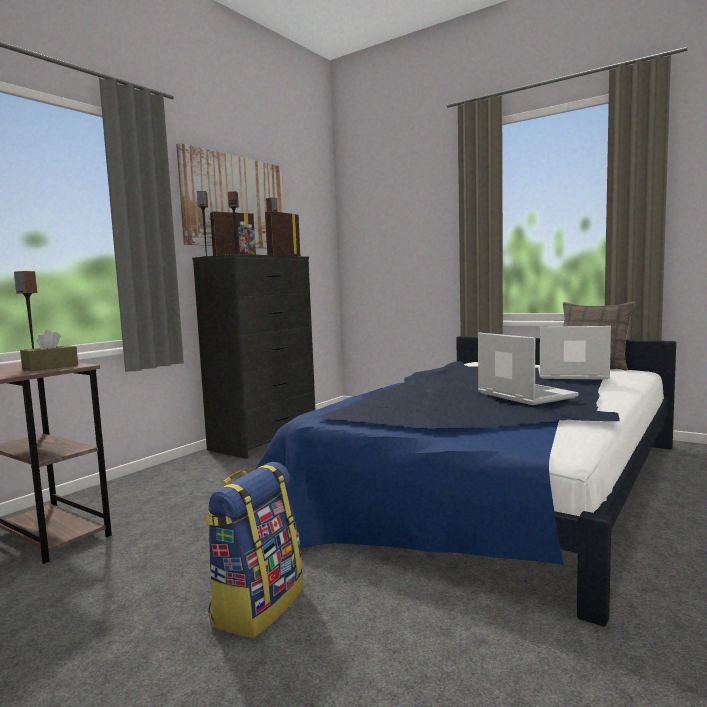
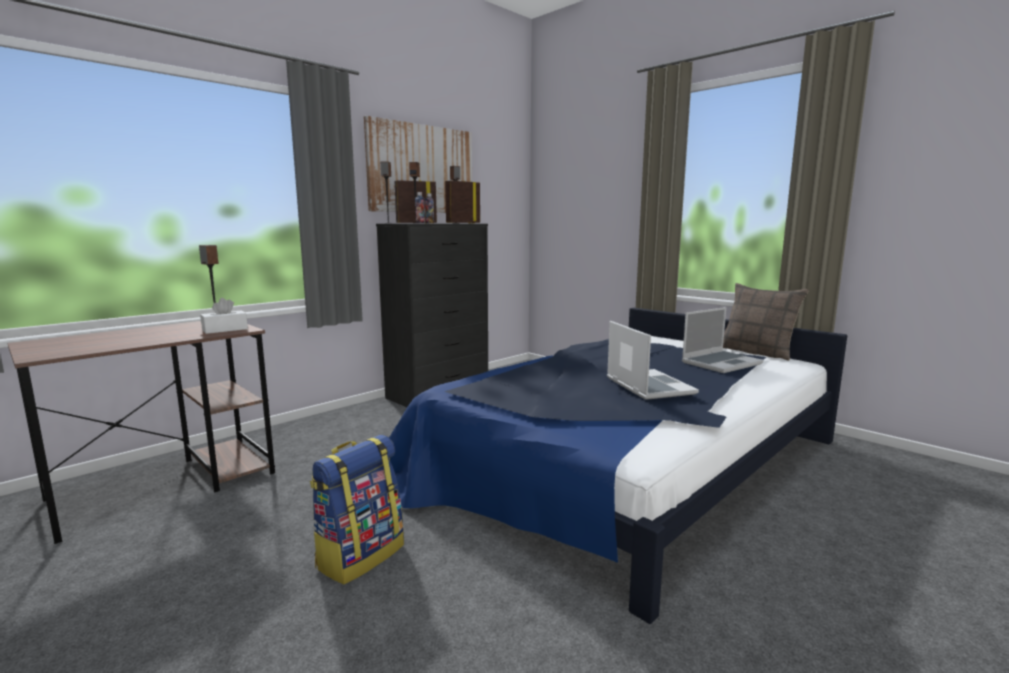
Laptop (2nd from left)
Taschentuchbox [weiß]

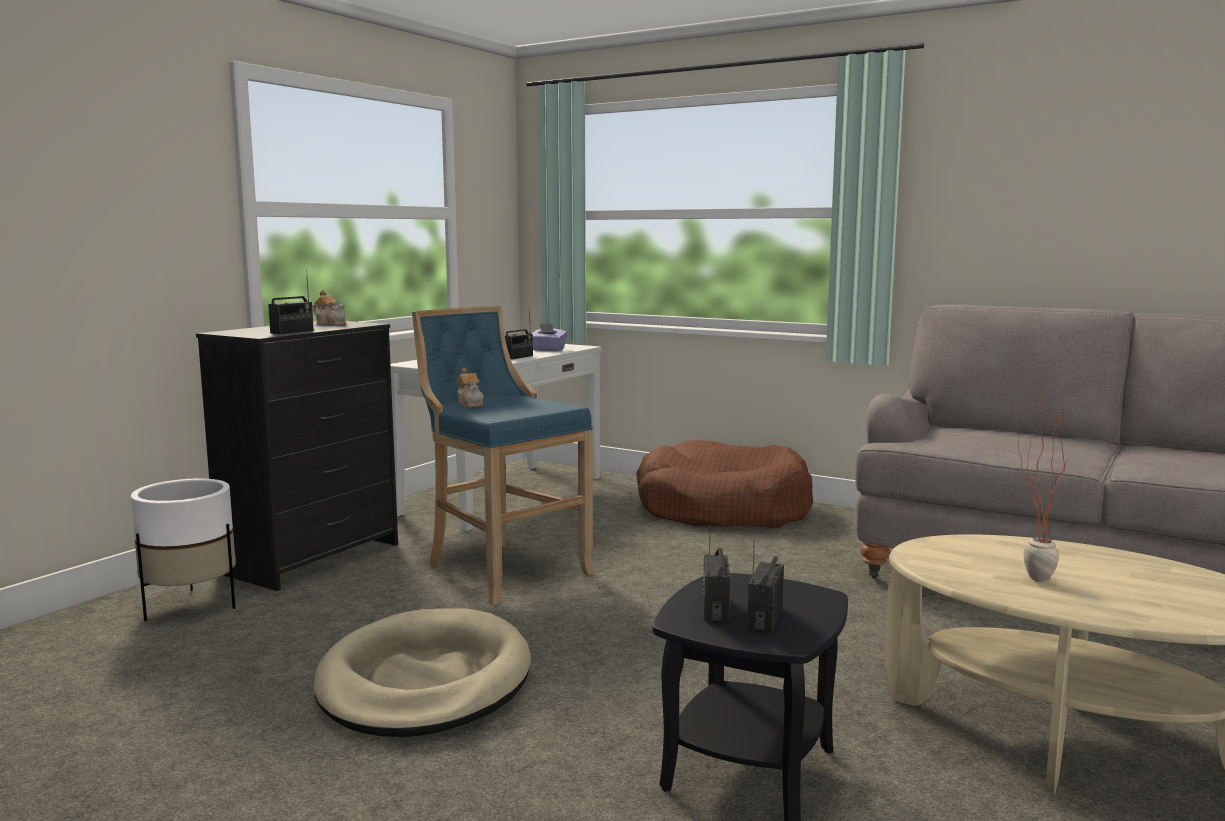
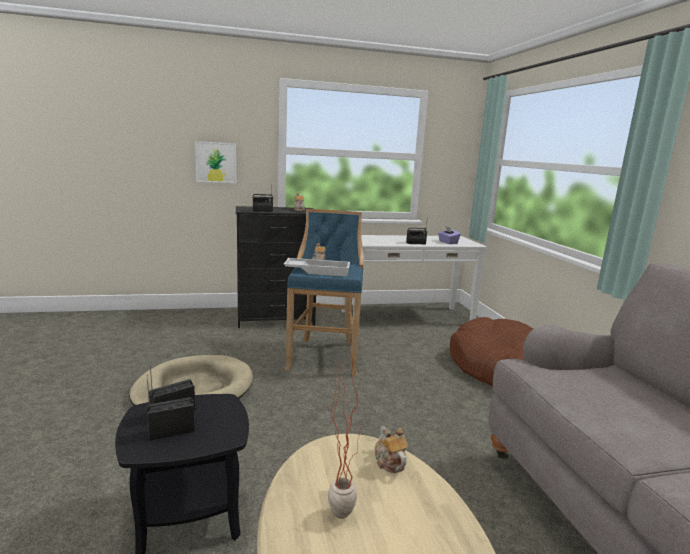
Pflanzkübel [weiß]
Bild
Tablett [weiß]
Teekanne (3rd from left)

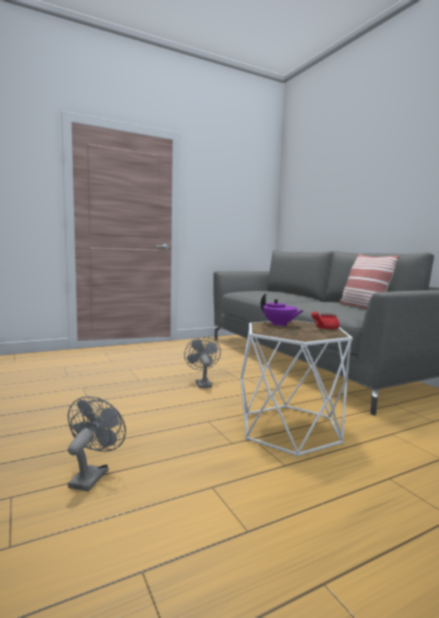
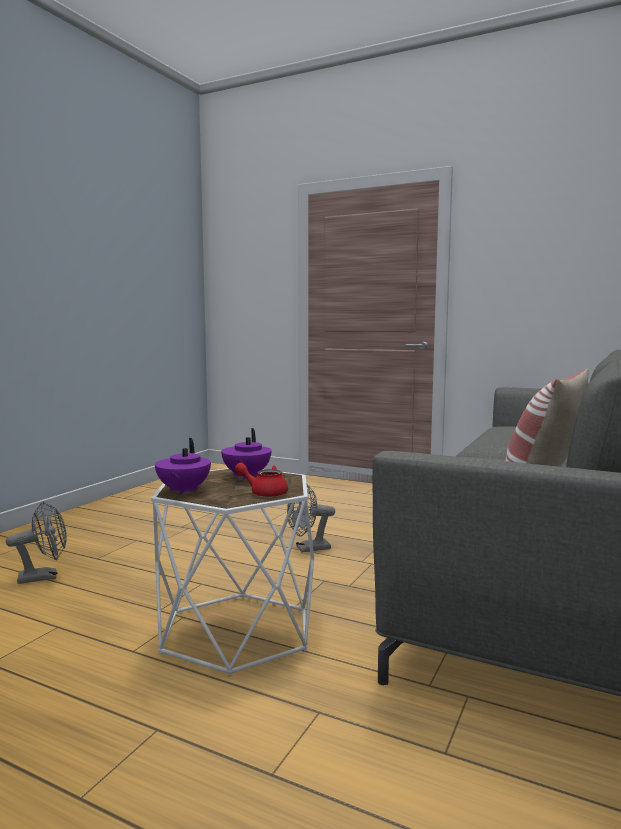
Ventilator [grau] (2nd from left)
Teekanne [lila] (1st from left)

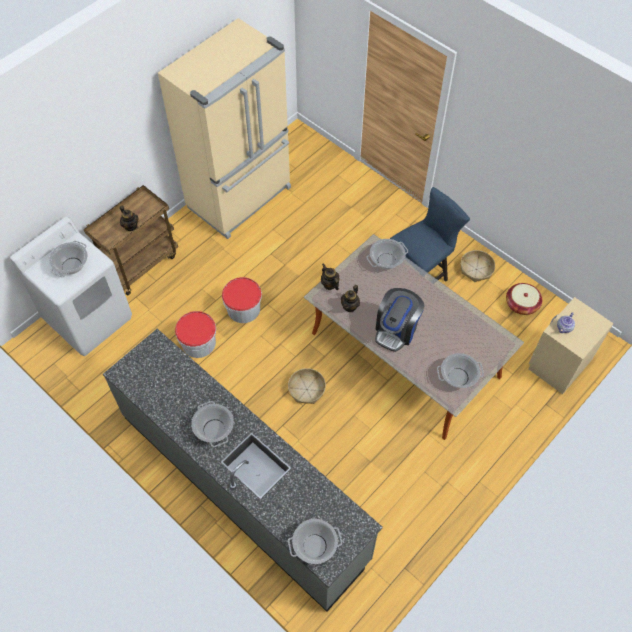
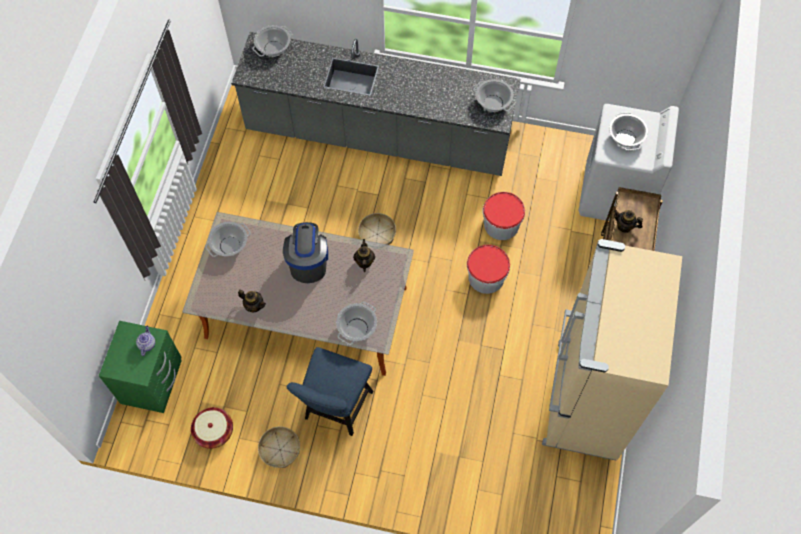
Teekanne (2nd from left)
Nachttisch [grün]
Kochtopf (4th from left)

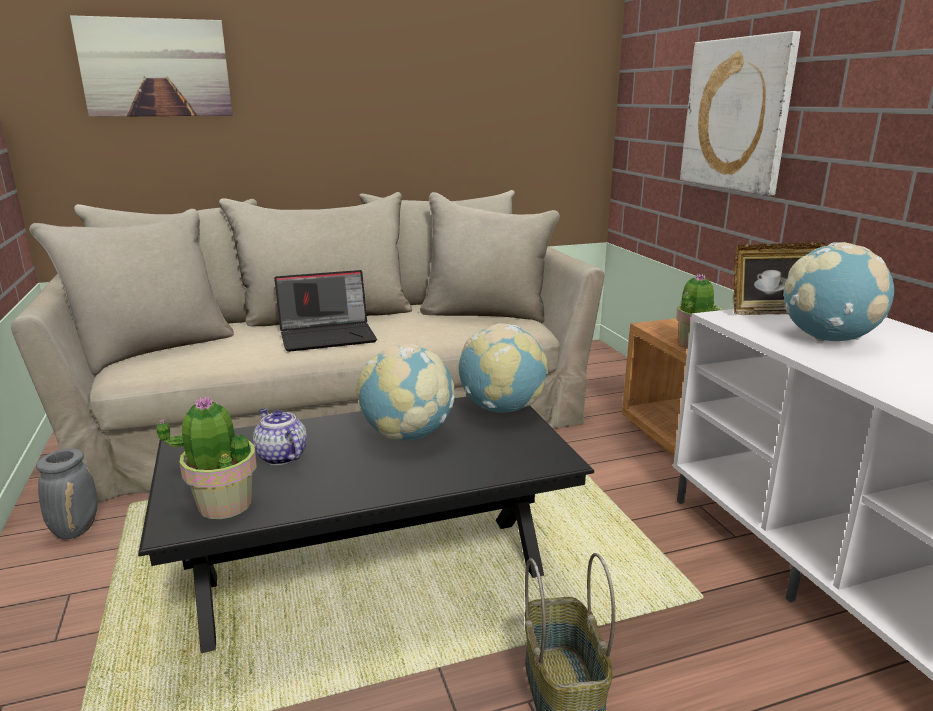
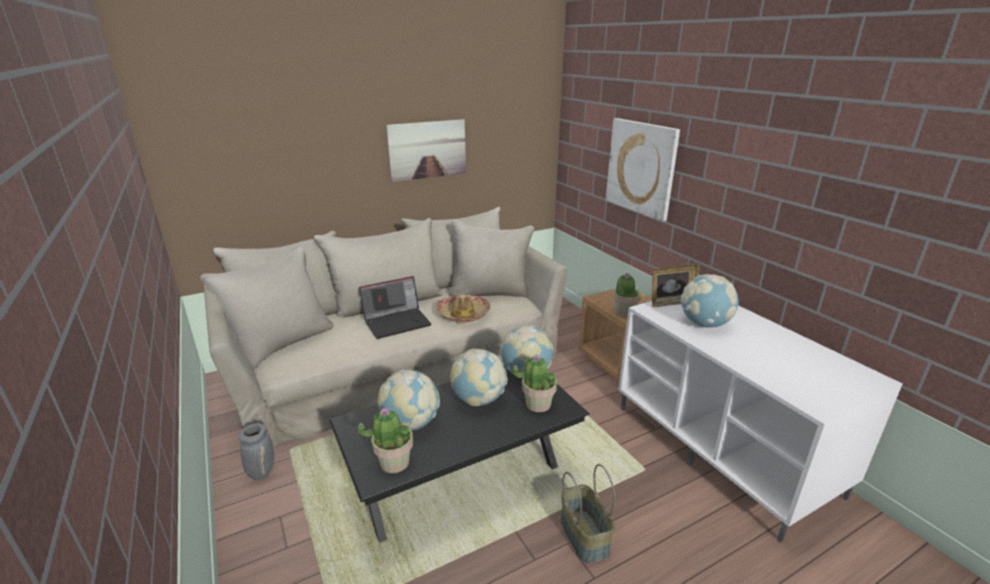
Bild (1st from left)
Globus (1st from left)
Hut
Topfpflanze (2nd from left)

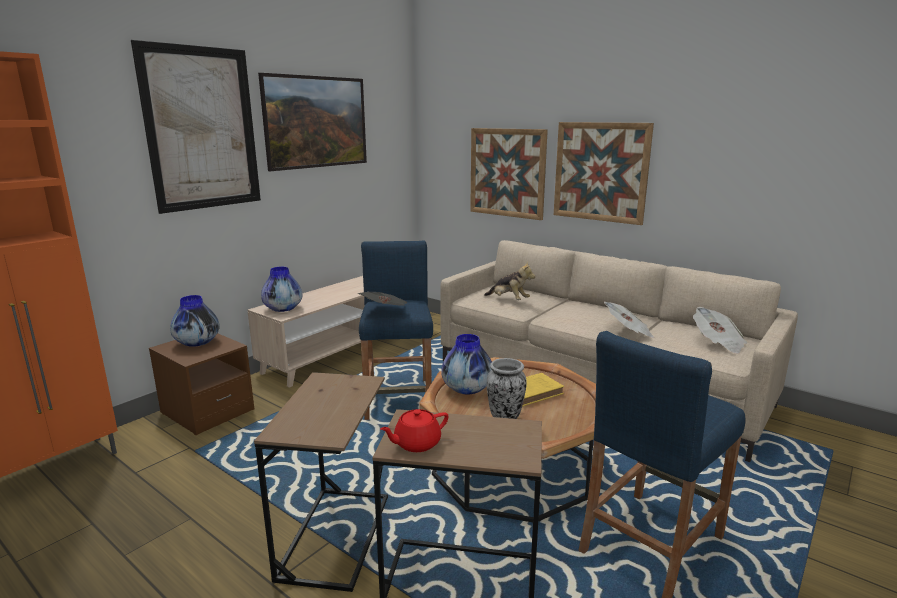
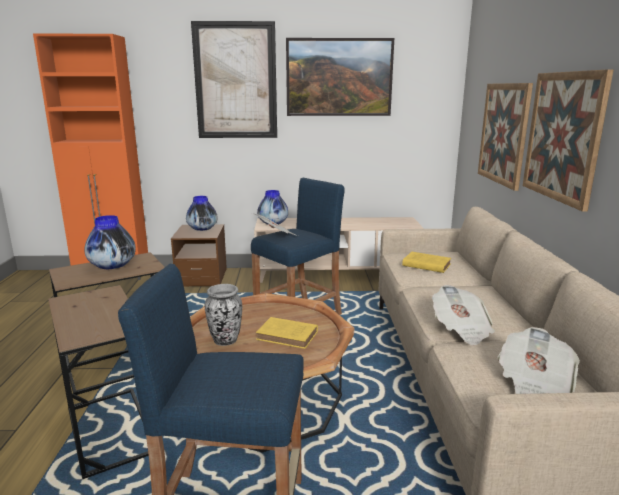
Buch [gelb] (2nd from left)
Vase (1st from left)
Teekanne [rot]

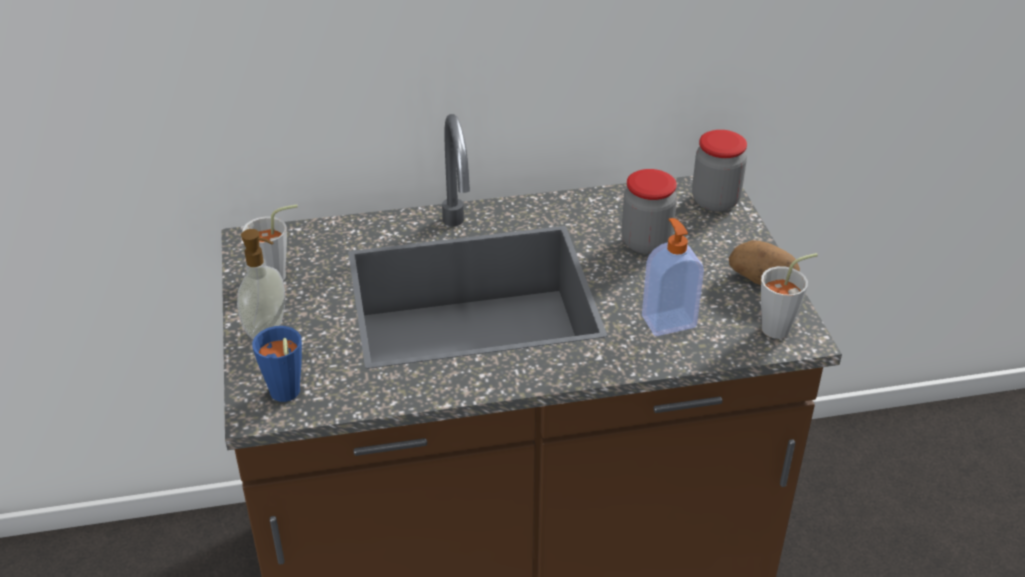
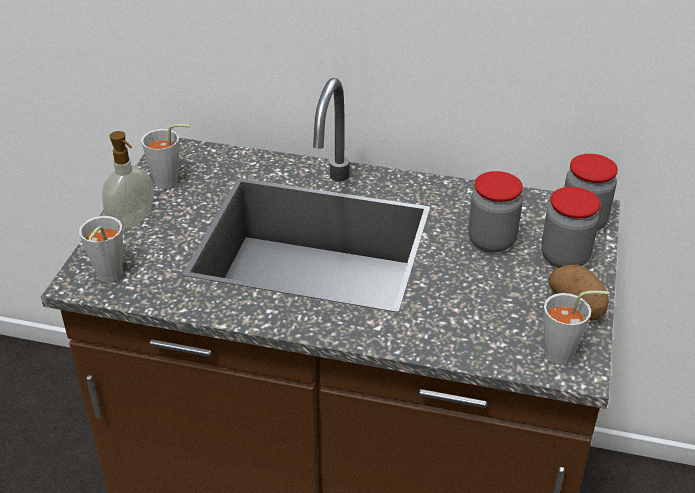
Seifenspender (2nd from left in the first image)
Tasse [grau] (1st from left)
Vorratsglas (2nd from left)

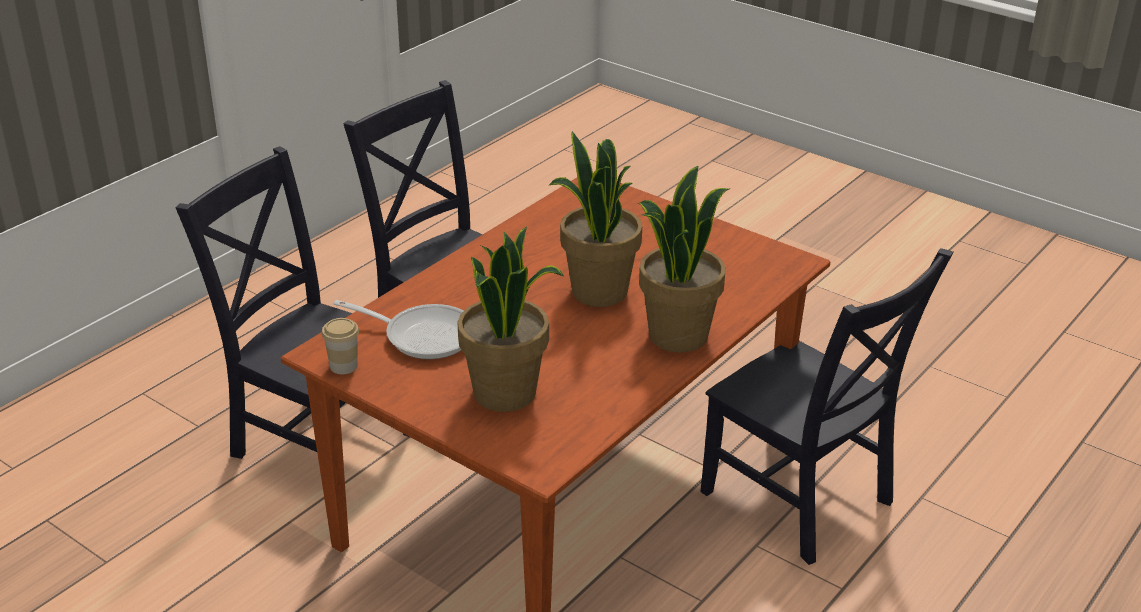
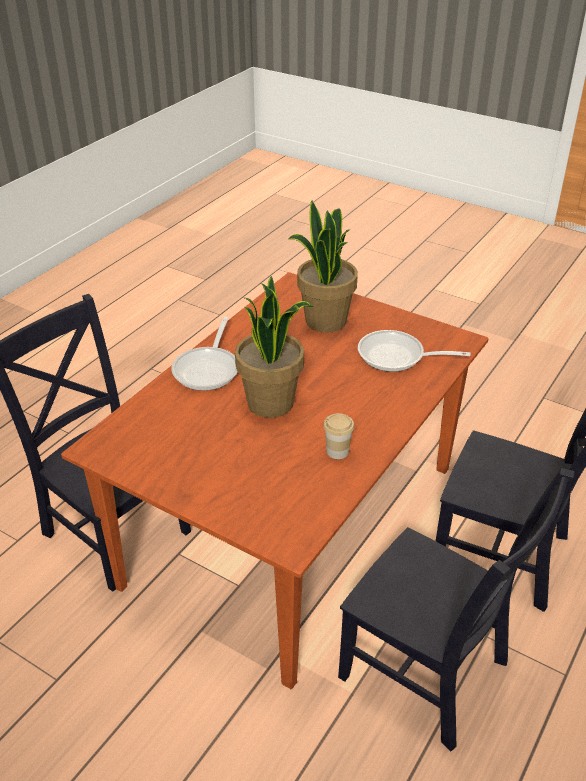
Pfanne (1st from left)
Tasse

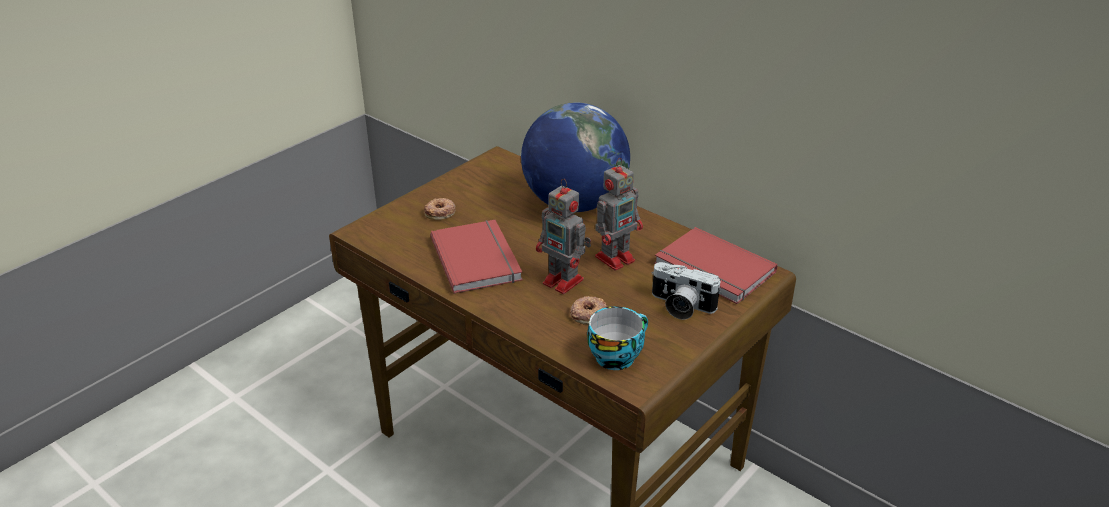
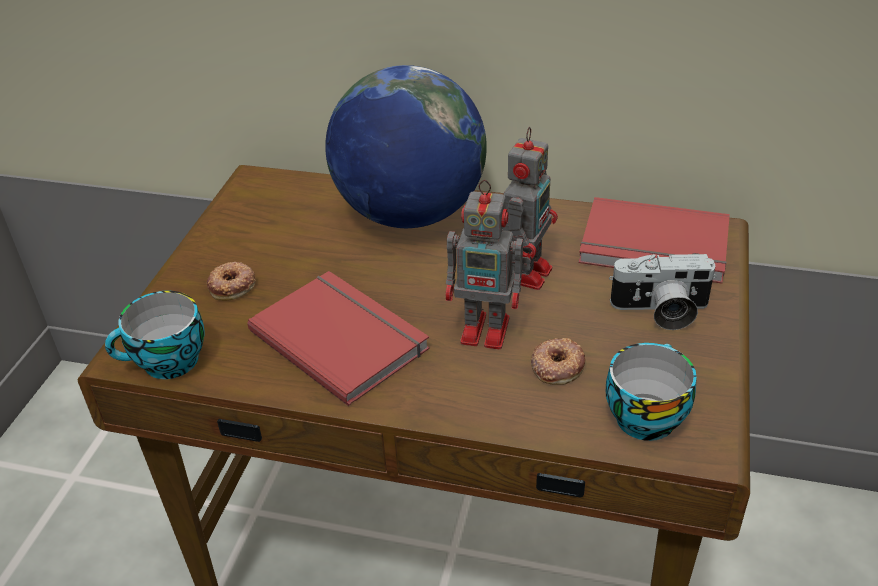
Tasse (1st from left)

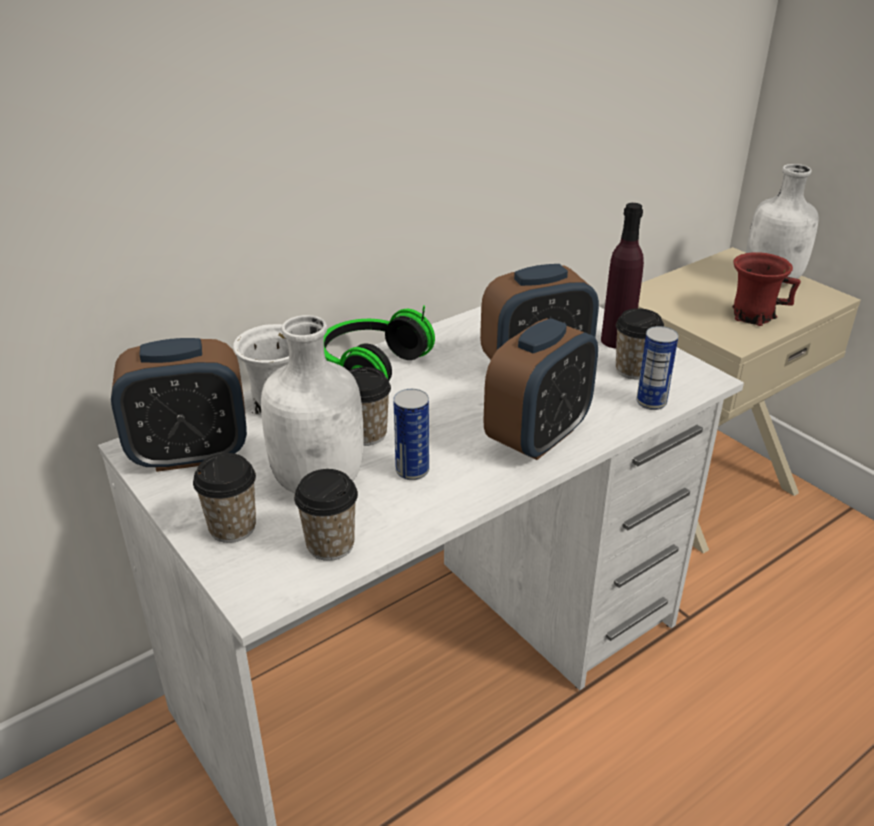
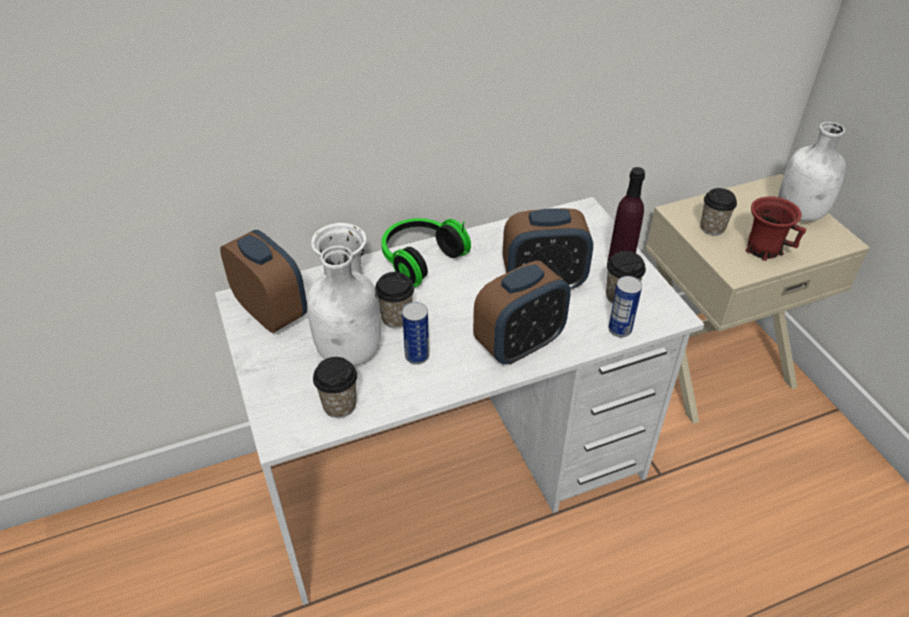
Wecker (1st from left)
Tasse (4th from left)

